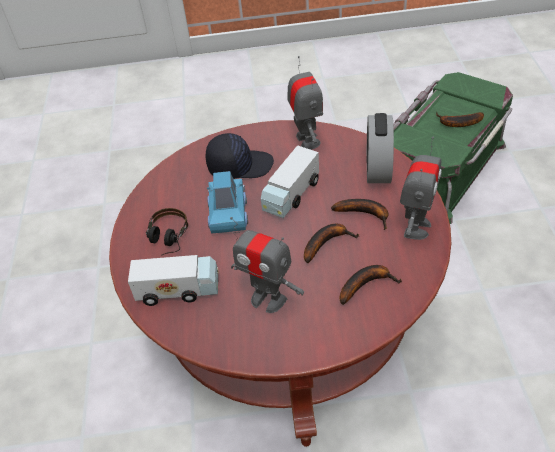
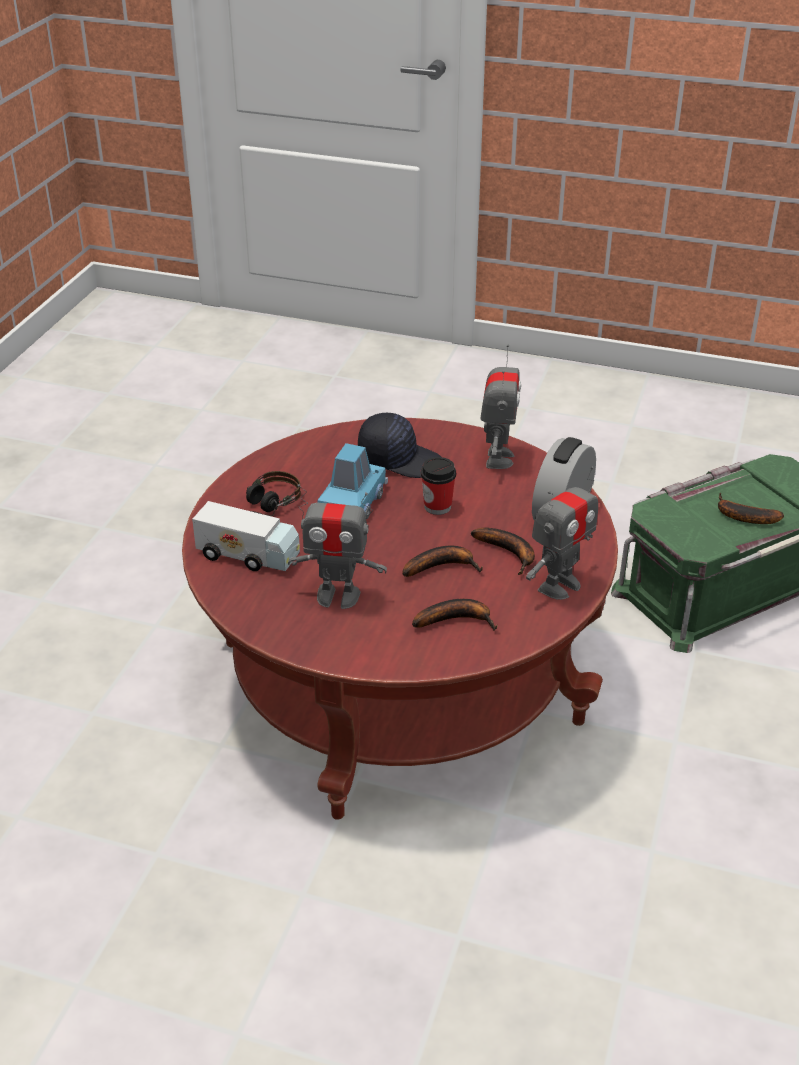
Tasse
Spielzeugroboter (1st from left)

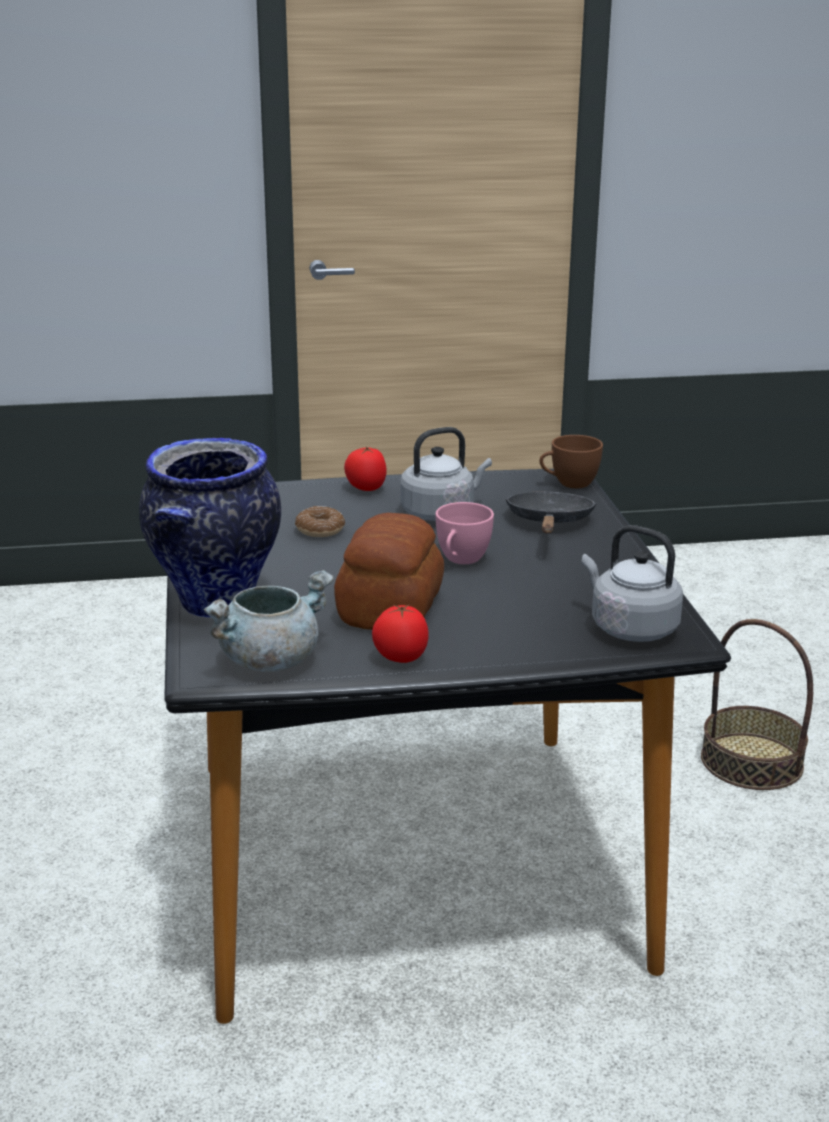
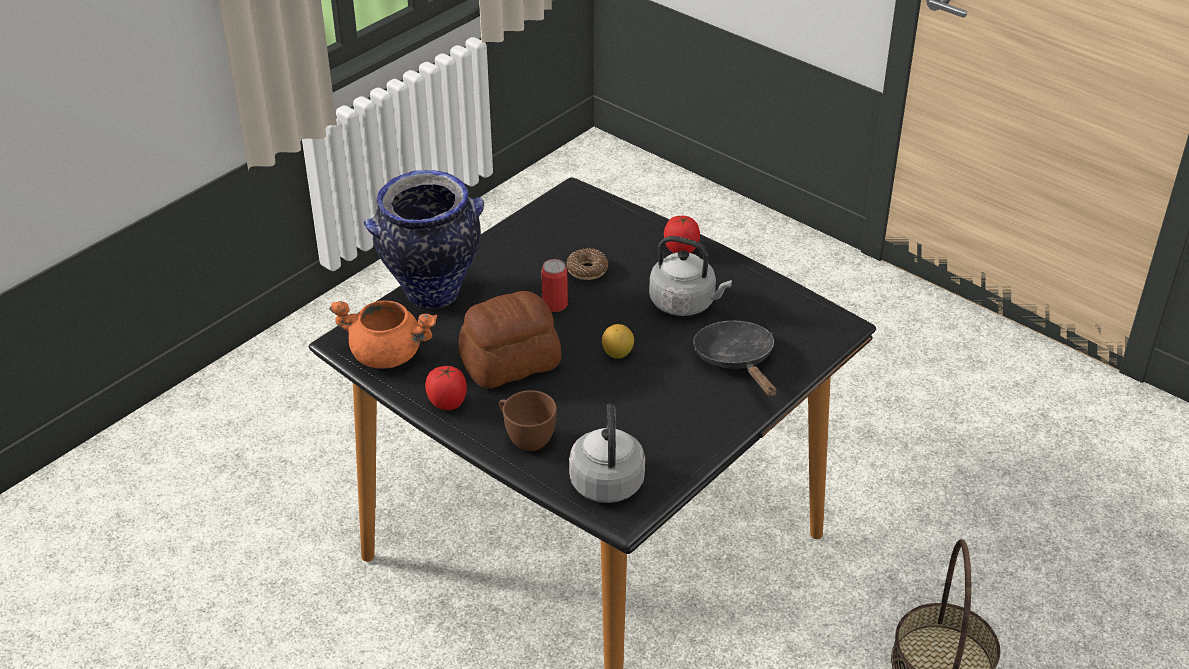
Tasse [braun]
Pfanne [schwarz]
Zitrone
Kochtopf [orange]
Dose

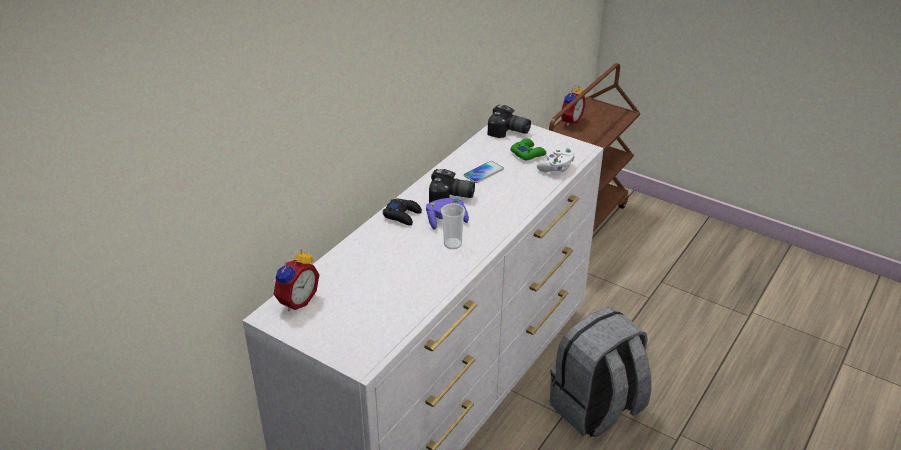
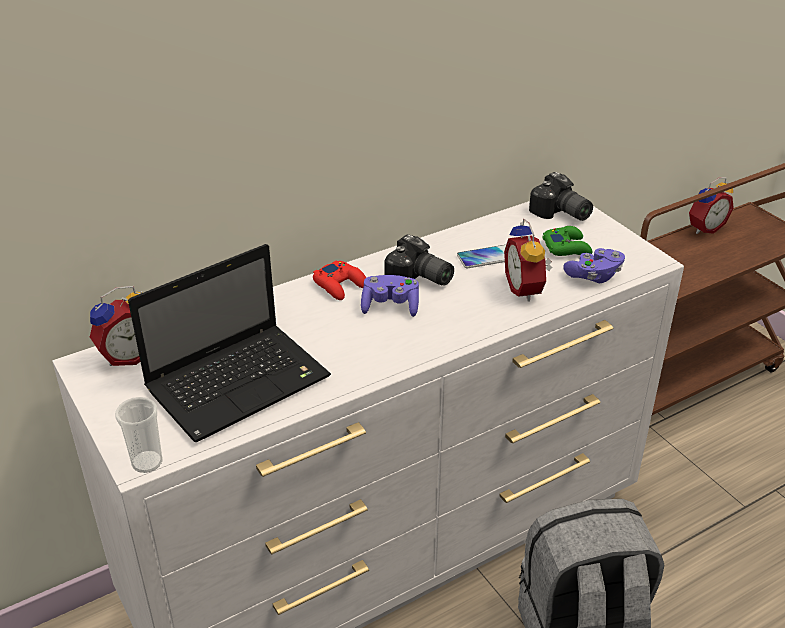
Gamepad [lila] (2nd from left)
Gamepad [rot]
Tasse
Wecker (2nd from left)
Laptop

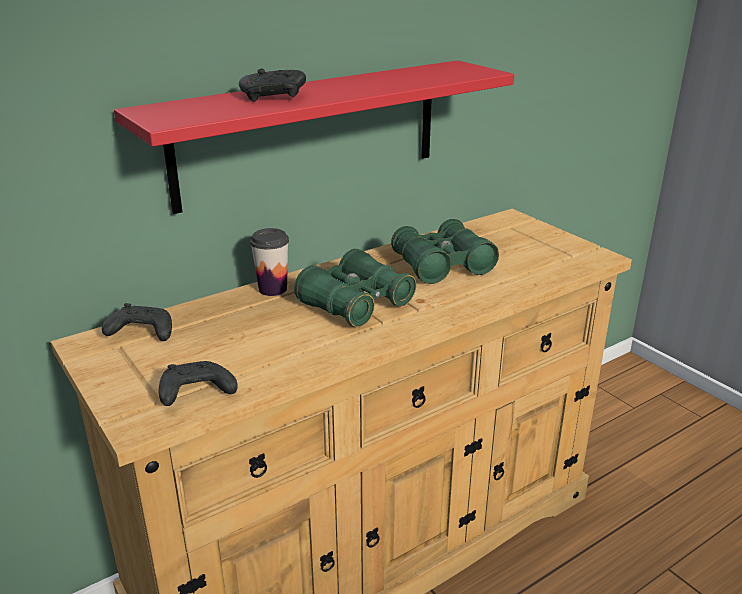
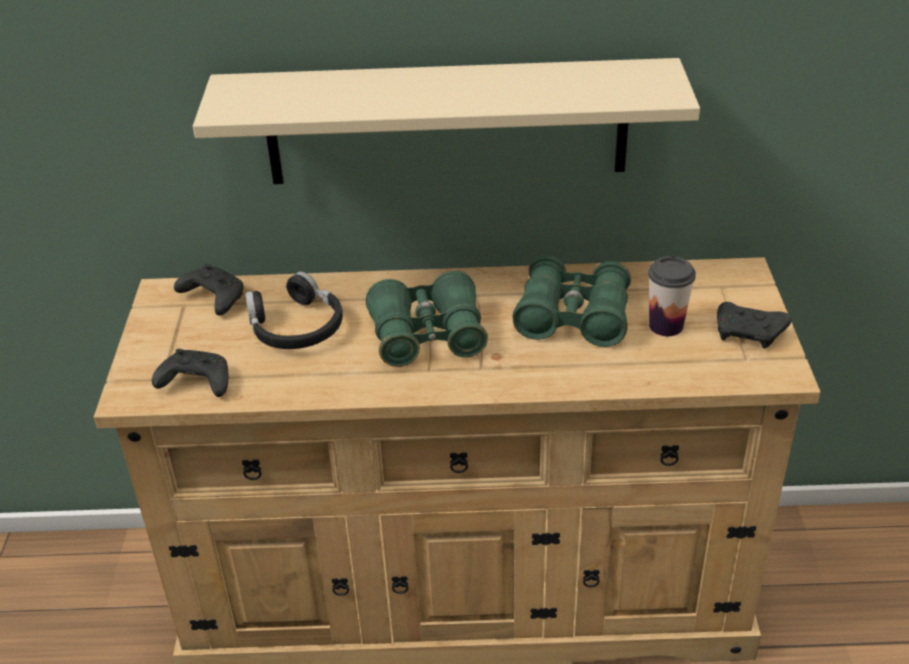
Wandregal [beige]
Gamepad [schwarz] (3rd from left)
Tasse
Kopfhörer [schwarz]

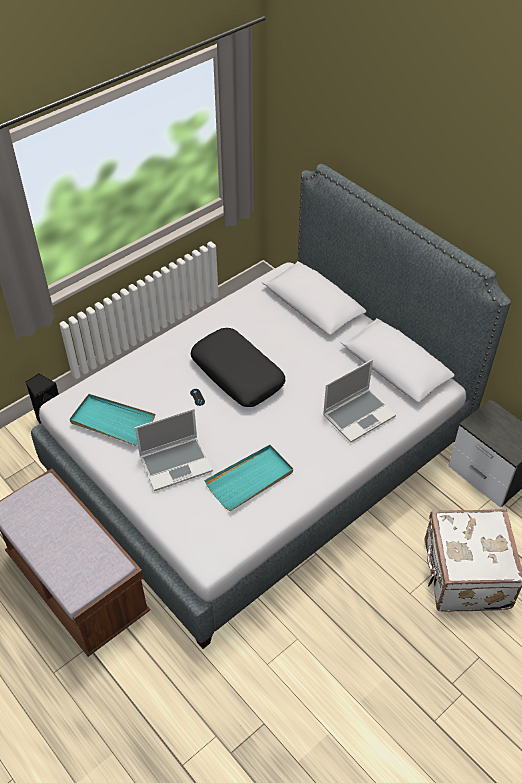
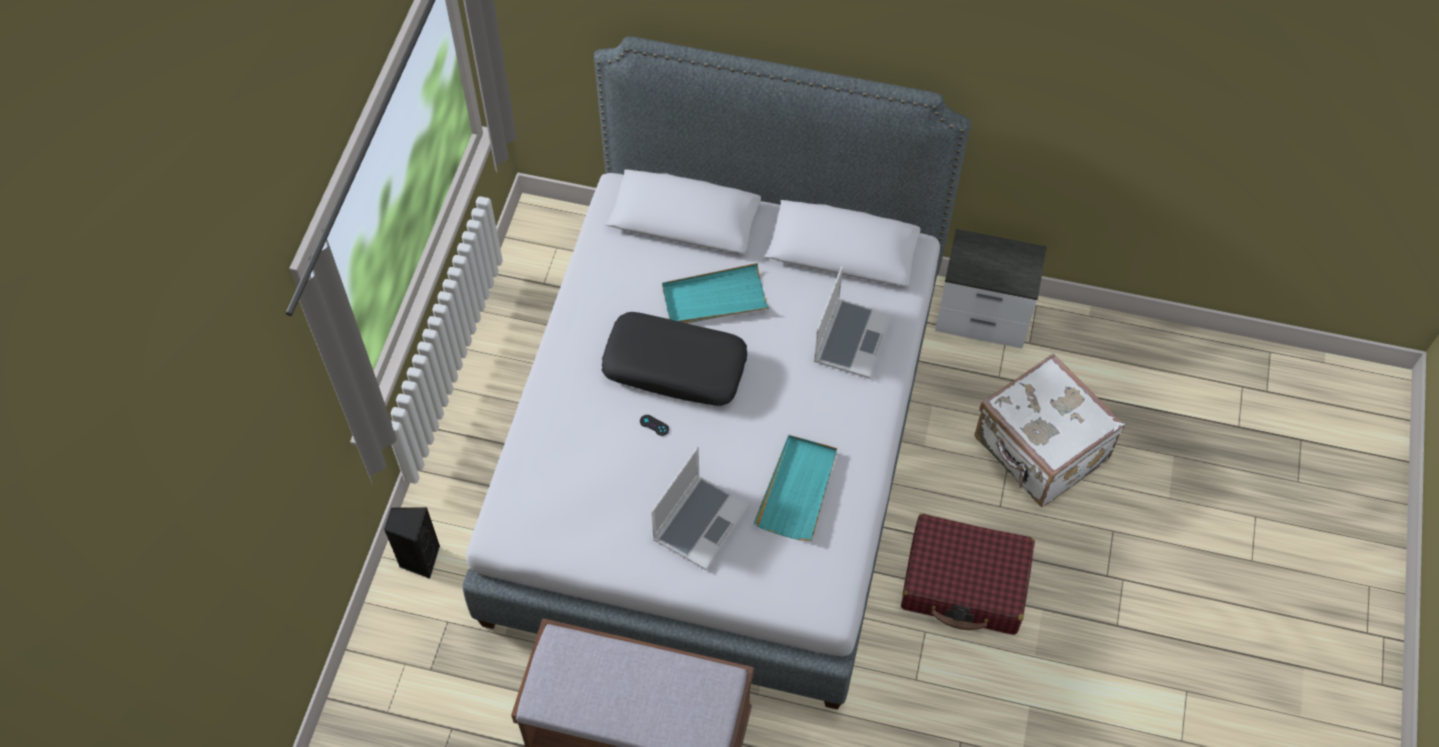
Tablett [türkis] (1st from left)
Koffer [rot]

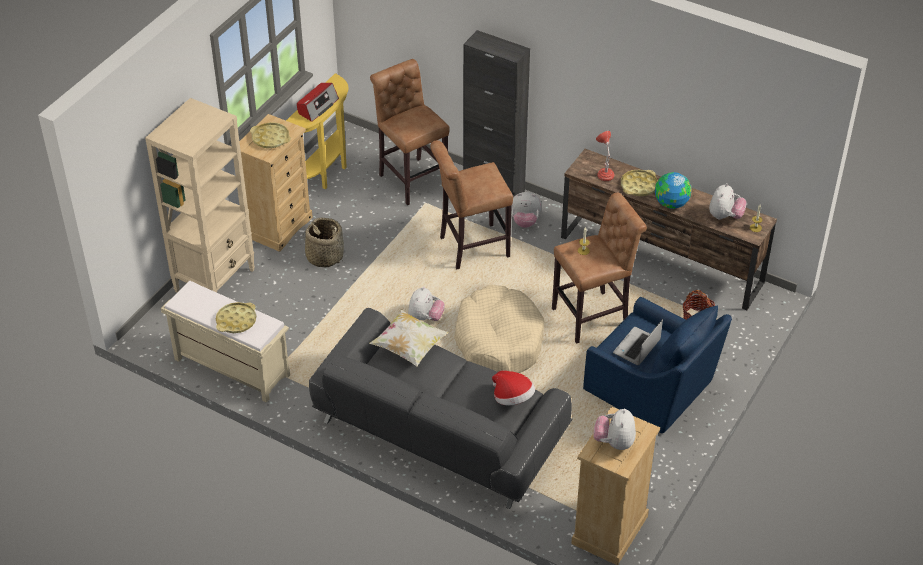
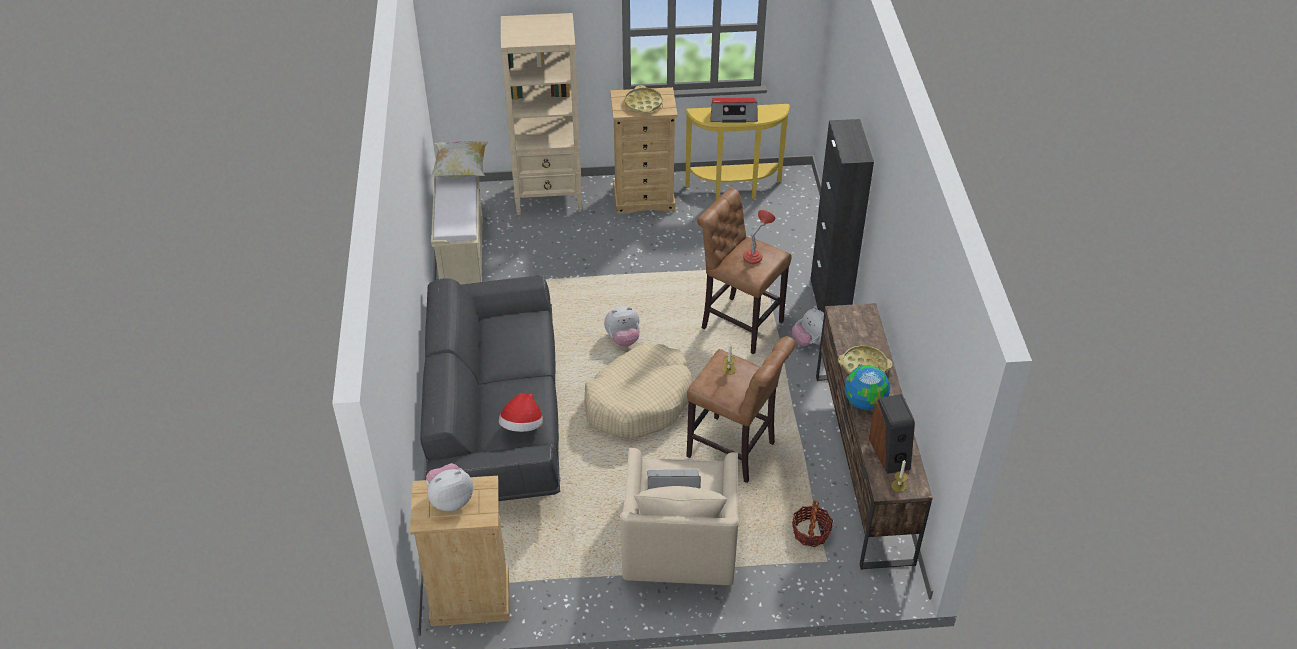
Hocker [braun] (1st from left in the first image)
Tischlampe [rot]
Lautsprecher
Korb (1st from left in the first image)
Sessel [beige]
Tablett [gelb] (1st from left in the first image)
Kissen

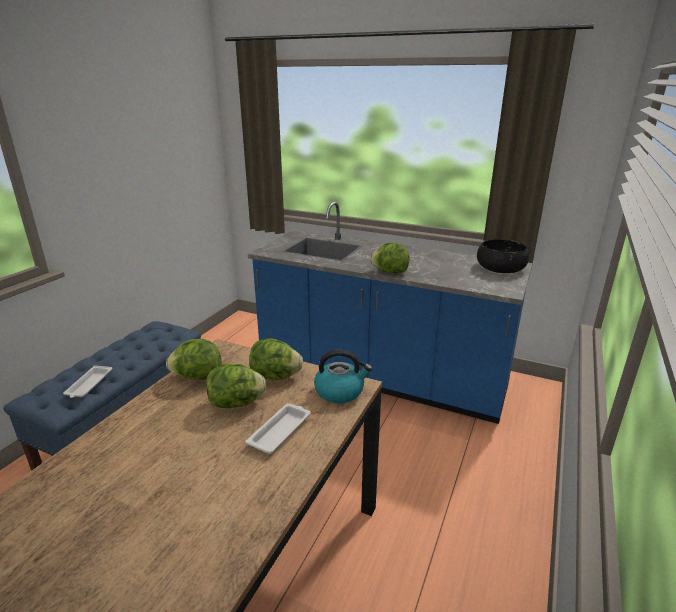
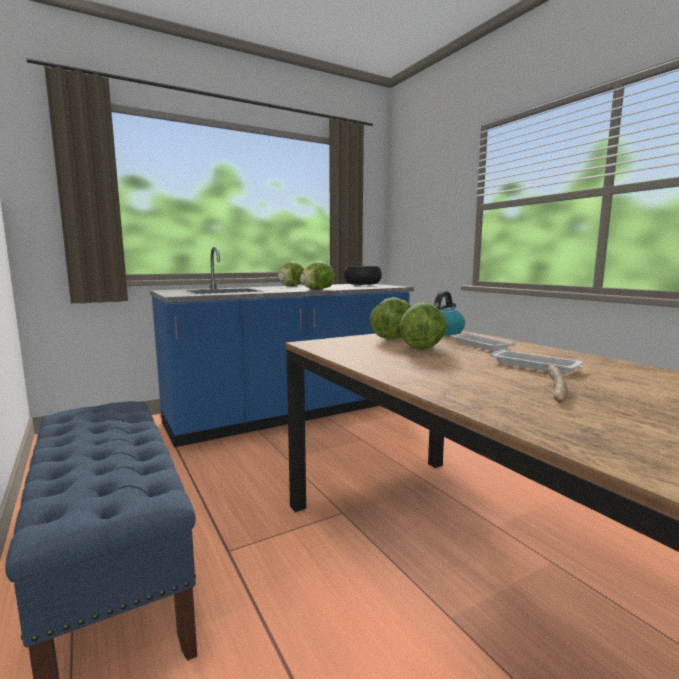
Salatkopf (1st from left)
Tablett [weiß] (2nd from left)
Brot

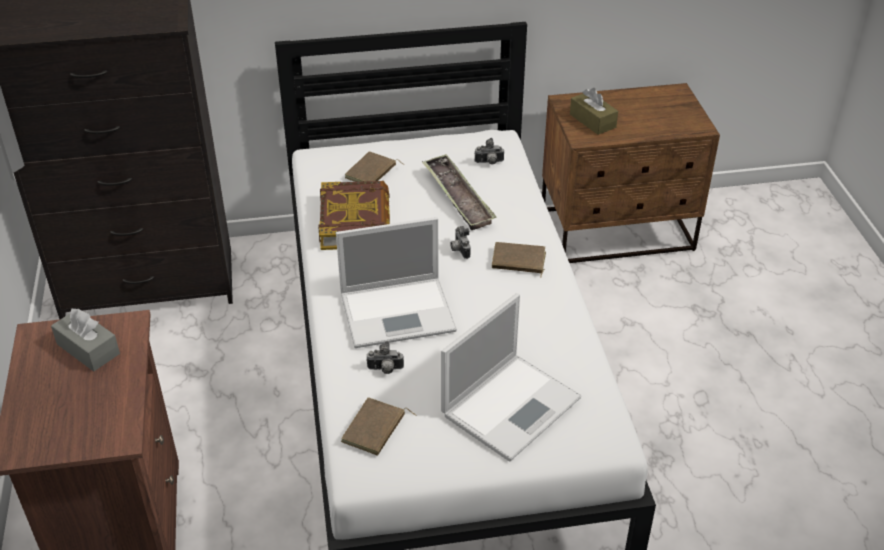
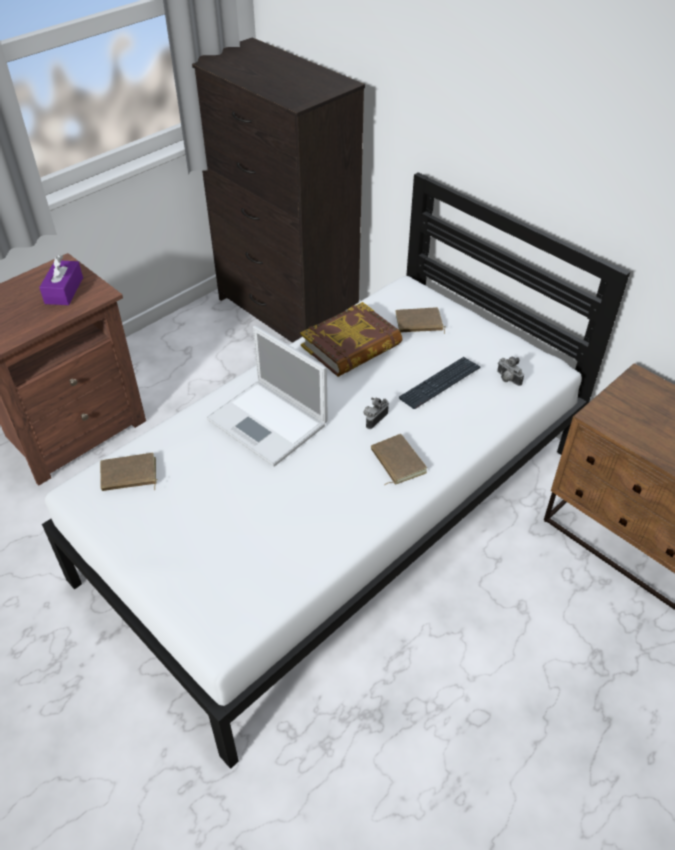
Taschentuchbox [braun]
Tastatur
Laptop (2nd from left in the first image)
Taschentuchbox [lila]
Kamera (1st from left in the first image)

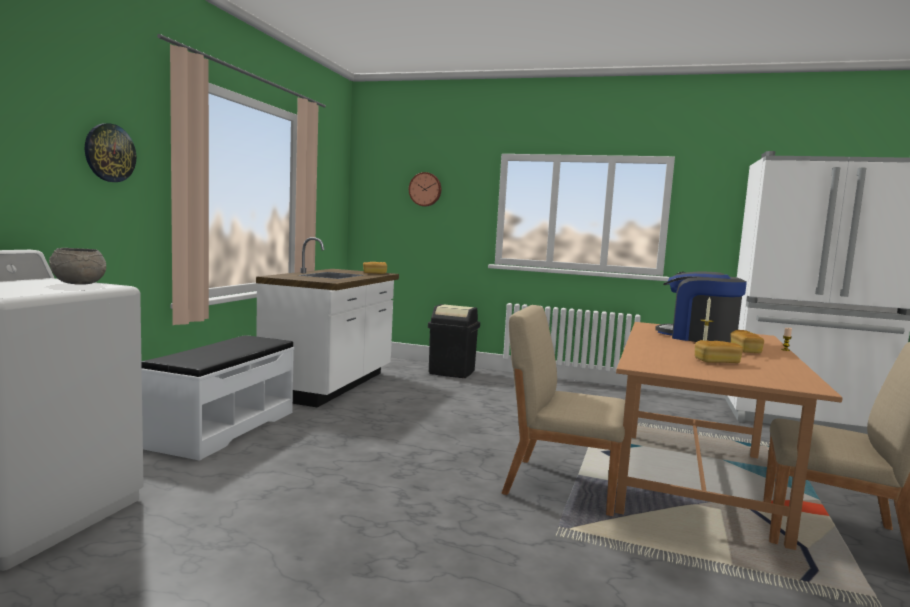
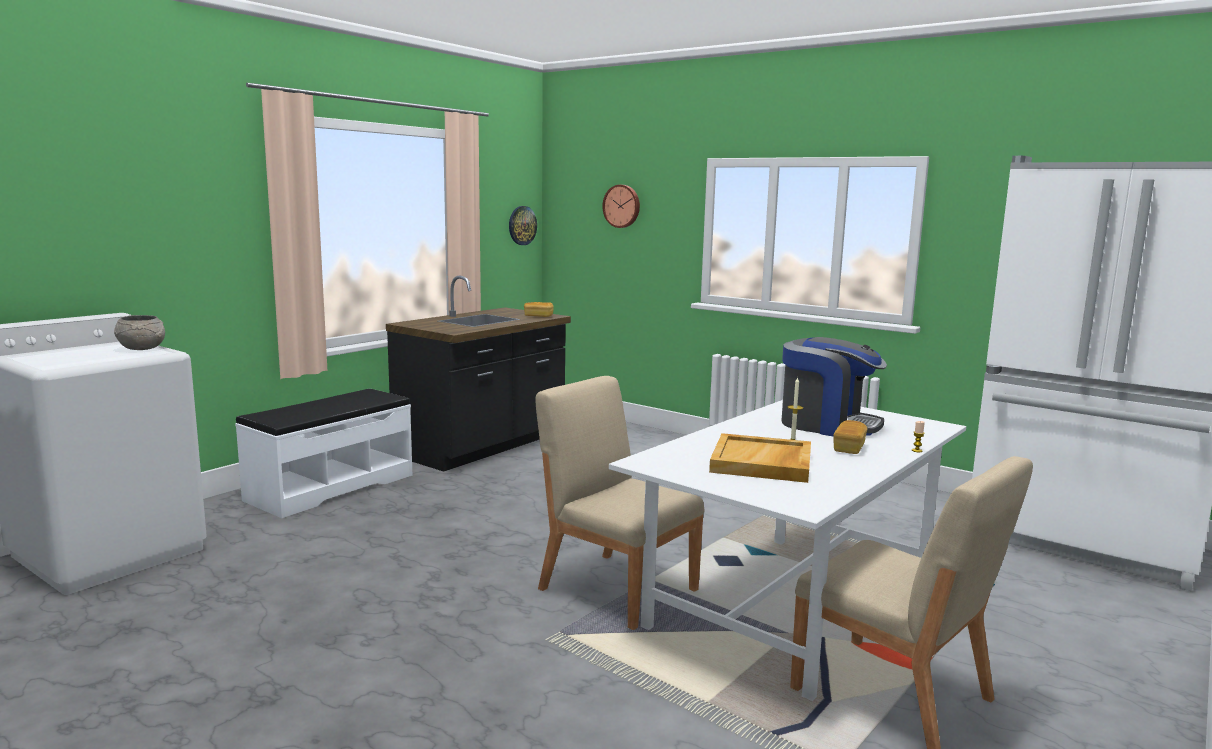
Wanduhr (1st from left)
Küchenzeile [schwarz]
Kaffeemaschine
Mülleimer [schwarz]
Esstisch [weiß]
Tablett [beige]

